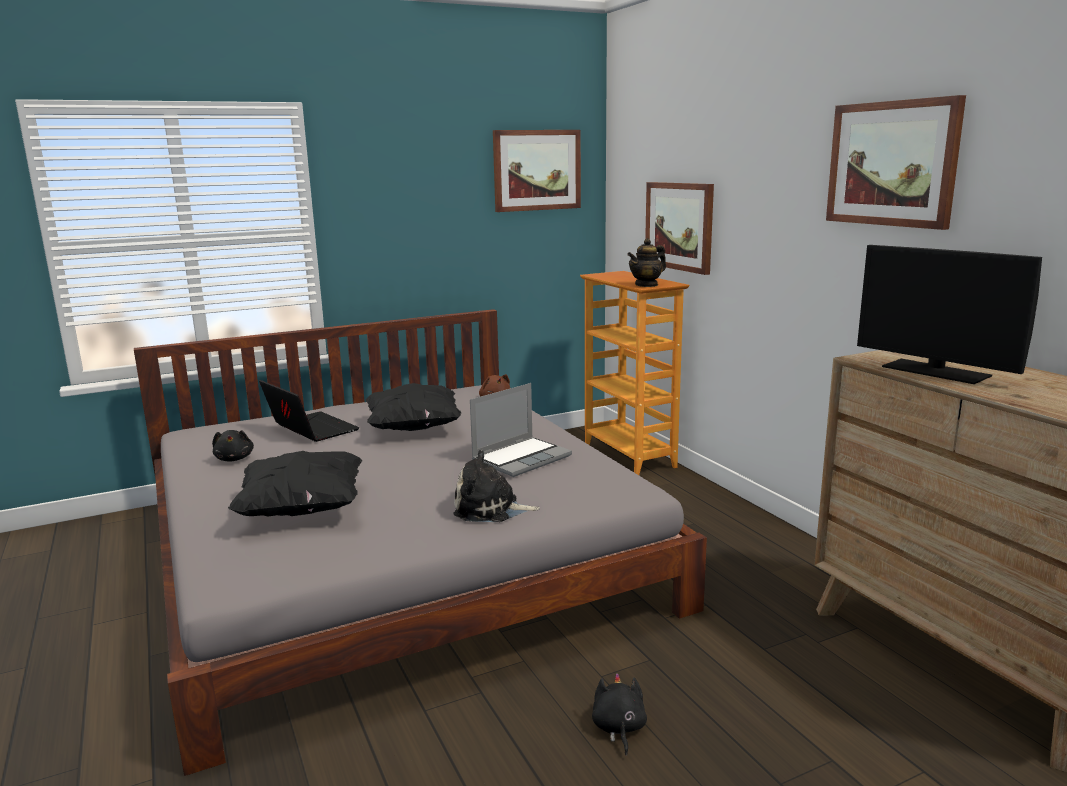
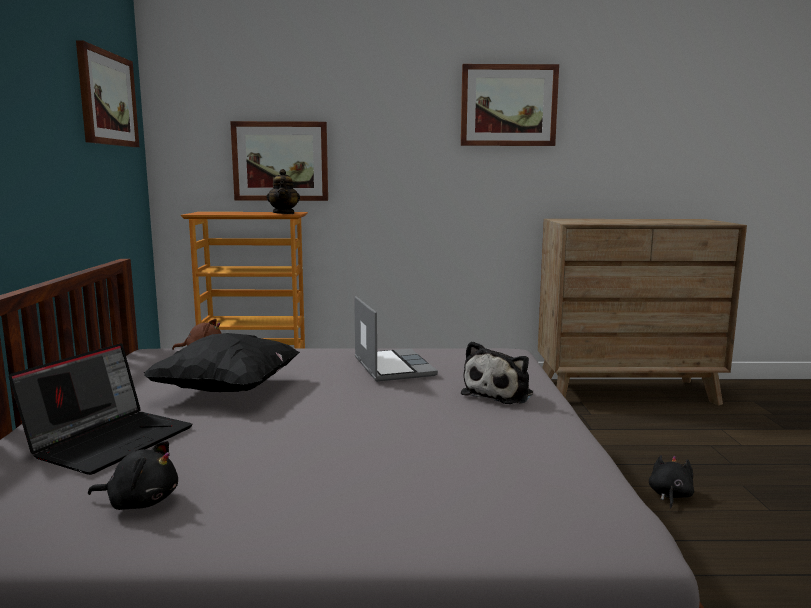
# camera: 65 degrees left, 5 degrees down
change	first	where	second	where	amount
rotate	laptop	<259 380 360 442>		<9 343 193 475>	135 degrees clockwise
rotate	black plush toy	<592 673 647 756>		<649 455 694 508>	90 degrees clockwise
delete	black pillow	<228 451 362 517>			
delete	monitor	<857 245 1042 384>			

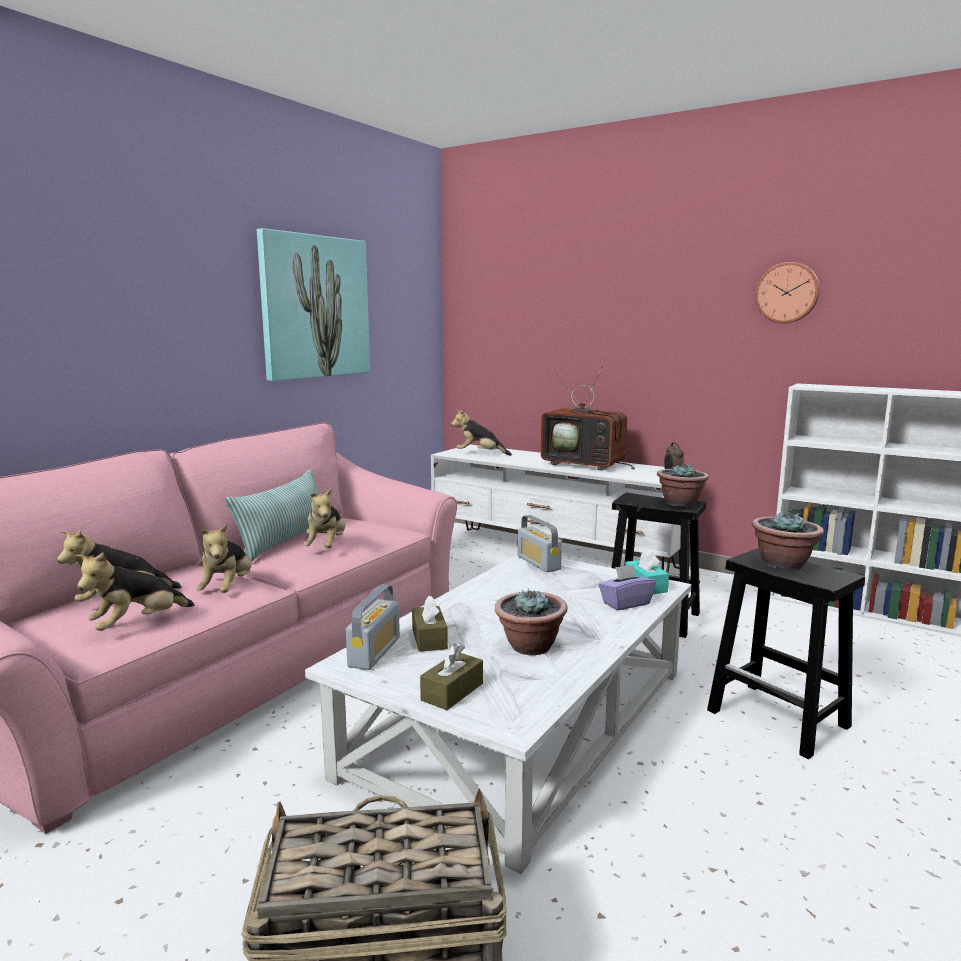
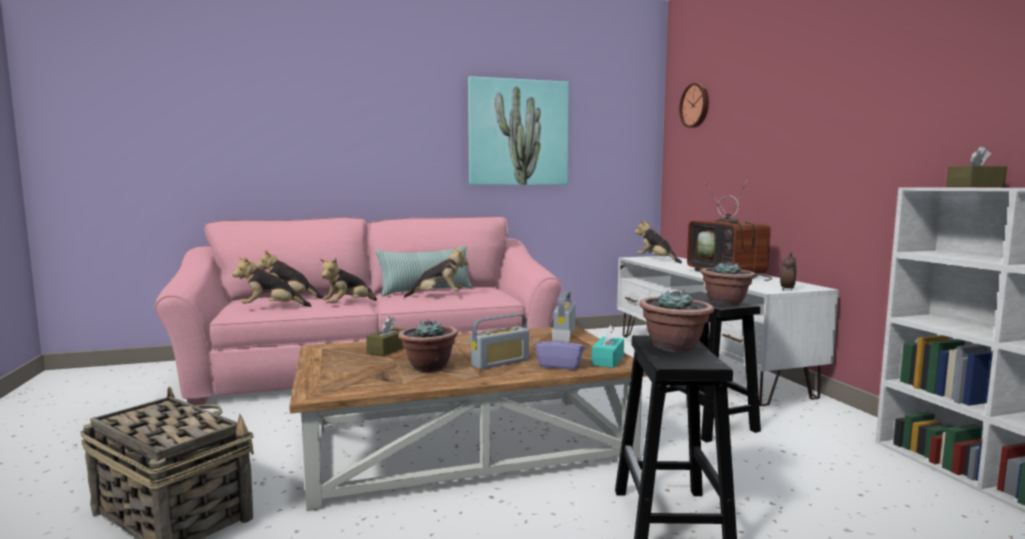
# camera: 40 degrees right, 5 degrees down
change	first	where	second	where	amount
recolor	white coffee table	<305 555 691 874>	brown coffee table	<289 325 647 511>	
rotate	plush toy	<304 488 345 548>		<404 247 468 297>	135 degrees counterclockwise
move	radio	<346 585 400 670>		<470 313 529 370>	
move	wall clock	<755 262 820 323>		<679 83 709 128>	
move	brown tissue box	<420 643 483 710>		<946 146 1007 187>	

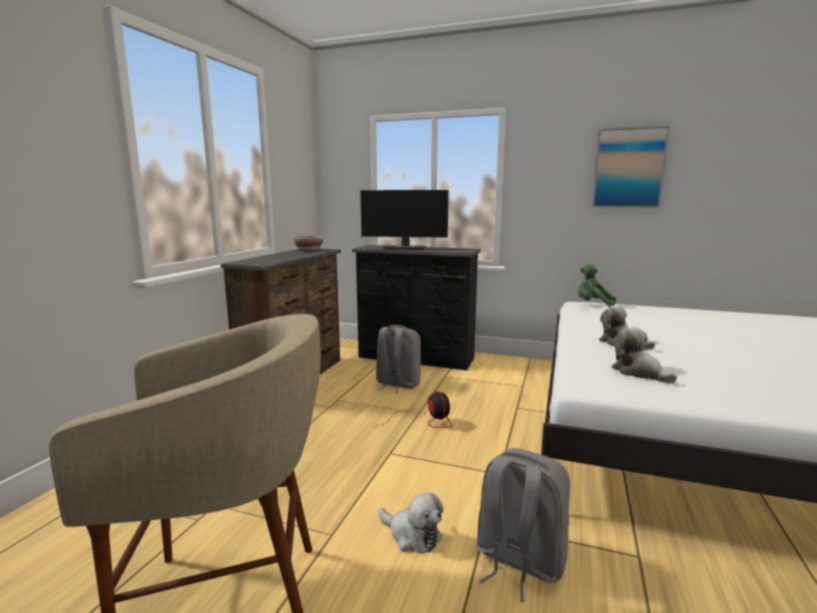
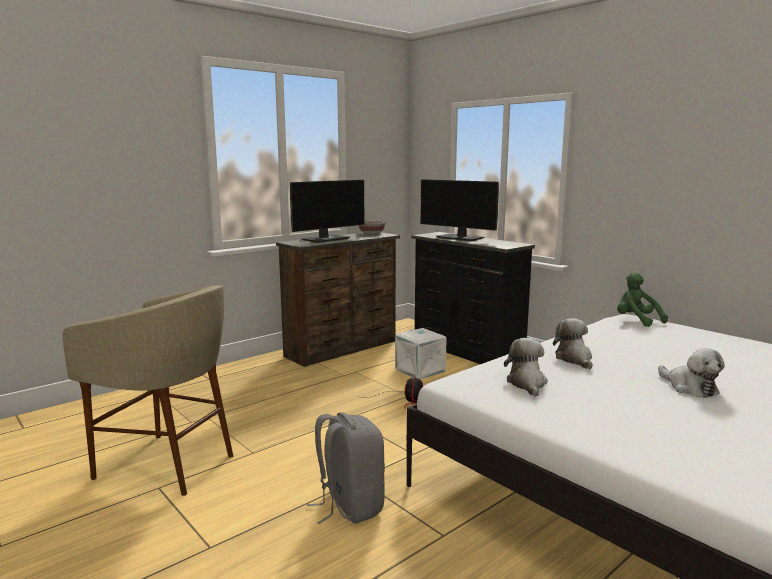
# camera: 30 degrees right, 0 degrees up
change	first	where	second	where	amount
insert			monitor	<290 180 365 243>	
replace	grey backpack	<376 325 421 394>	white storage box	<395 328 447 379>	
move	plush toy	<379 492 443 554>		<658 348 725 398>	
delete	picture	<592 126 670 208>			

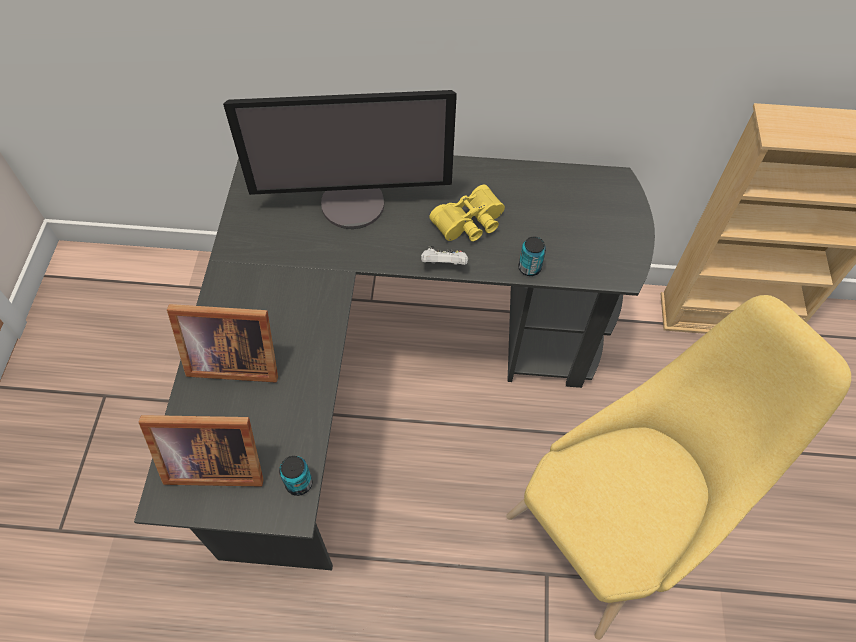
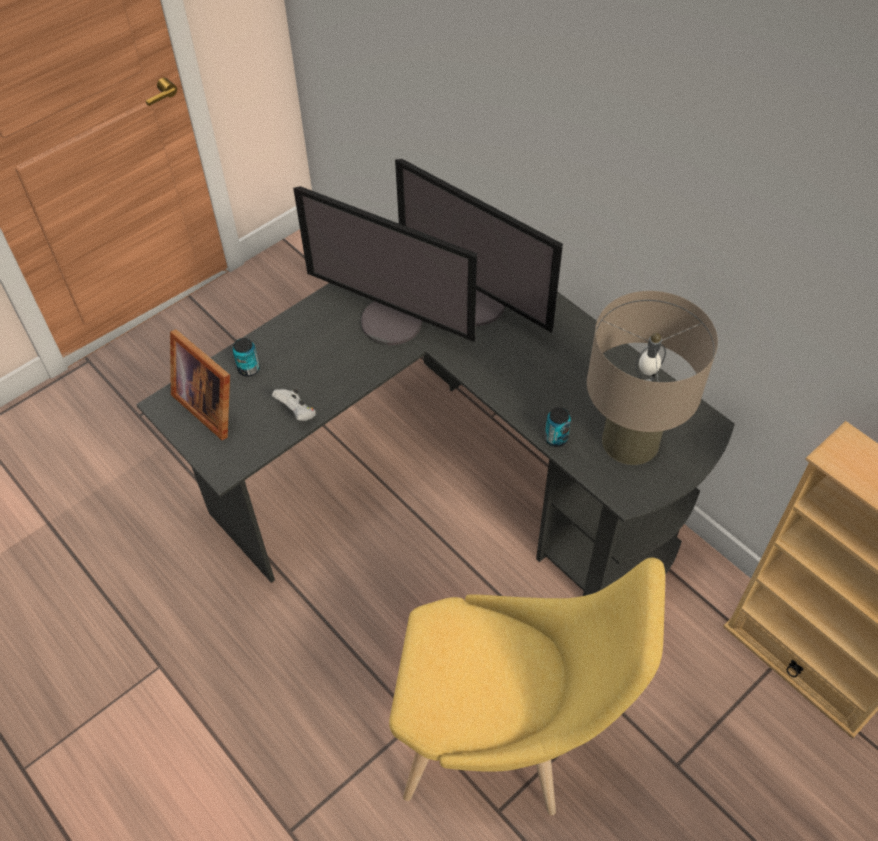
# camera: 45 degrees right, 5 degrees down
change	first	where	second	where	amount
move	can	<279 456 312 496>		<232 338 260 377>	
move	white game controller	<421 246 468 265>		<272 389 316 421>	
insert			monitor	<293 186 477 345>	
insert			beige table lamp	<587 291 718 465>	
delete	picture frame	<167 304 278 383>			
delete	yellow binoculars	<429 185 505 241>			

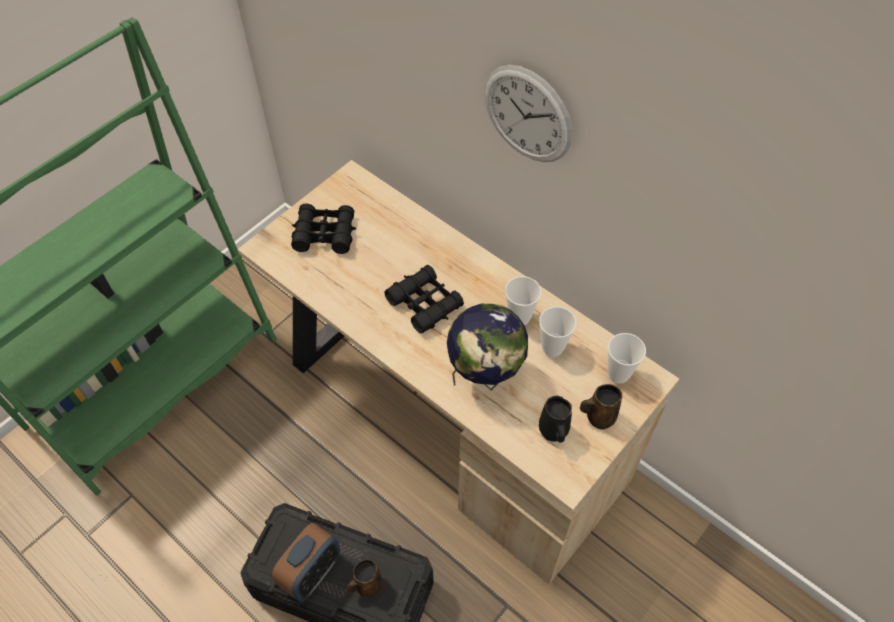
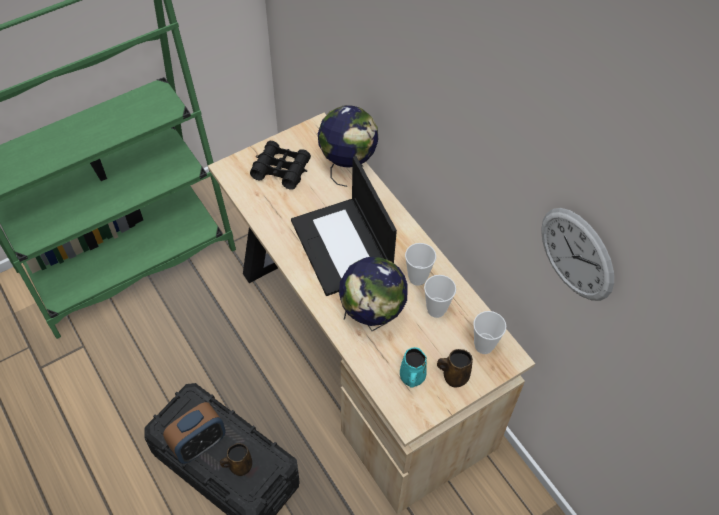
# camera: 15 degrees right, 0 degrees up
change	first	where	second	where	amount
replace	black binoculars	<385 265 464 333>	laptop	<291 156 397 296>	
insert			globe	<318 105 378 187>	
recolor	black mug	<539 396 572 443>	turquoise mug	<400 347 427 387>	
move	wall clock	<484 65 572 162>		<541 208 614 301>	

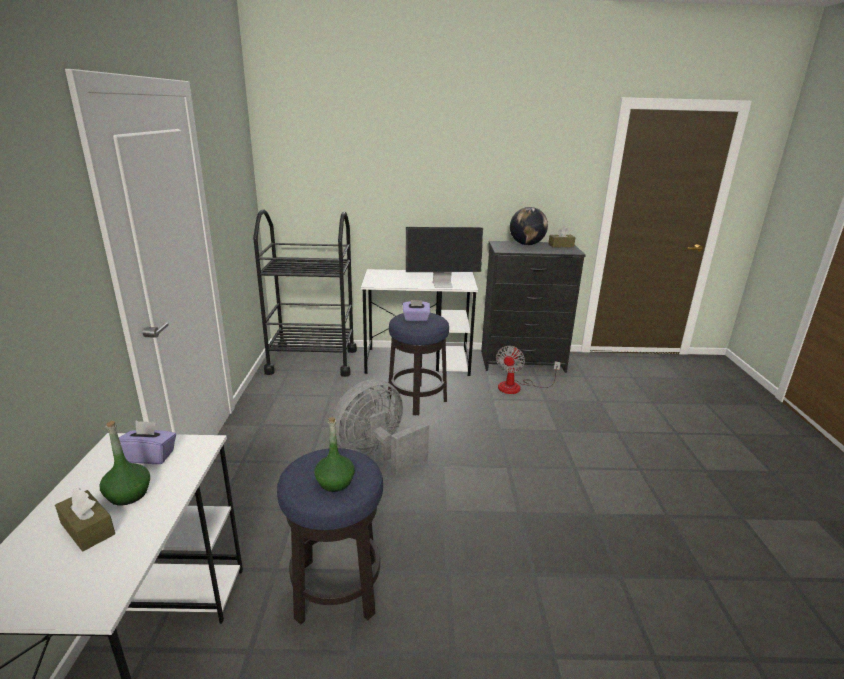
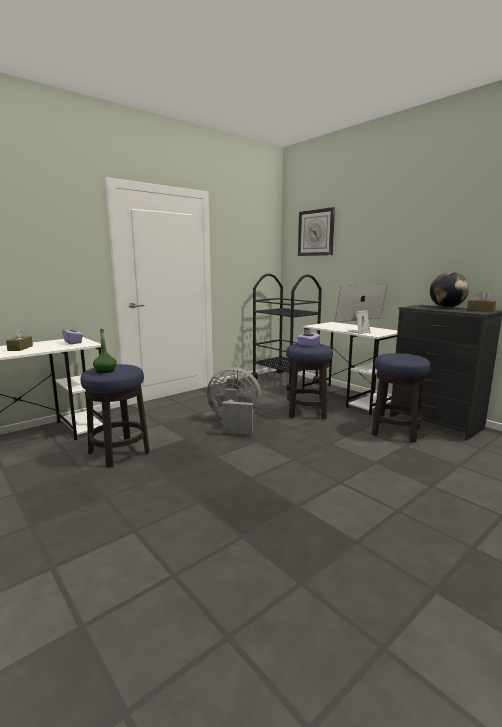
# camera: 50 degrees right, 10 degrees down
change	first	where	second	where	amount
insert			wall clock	<298 207 335 256>	
rotate	monitor	<406 227 483 288>		<335 284 387 334>	105 degrees clockwise
replace	fan	<496 346 561 394>	stool	<372 353 431 443>	
delete	green bottle	<100 421 150 506>			

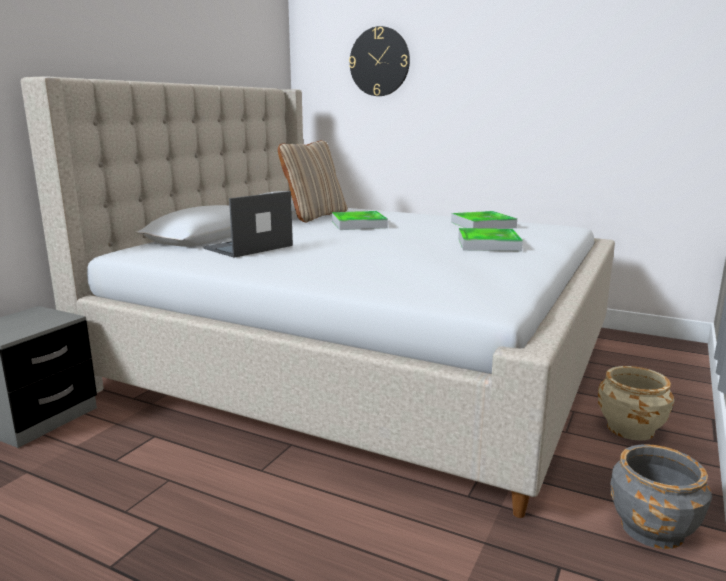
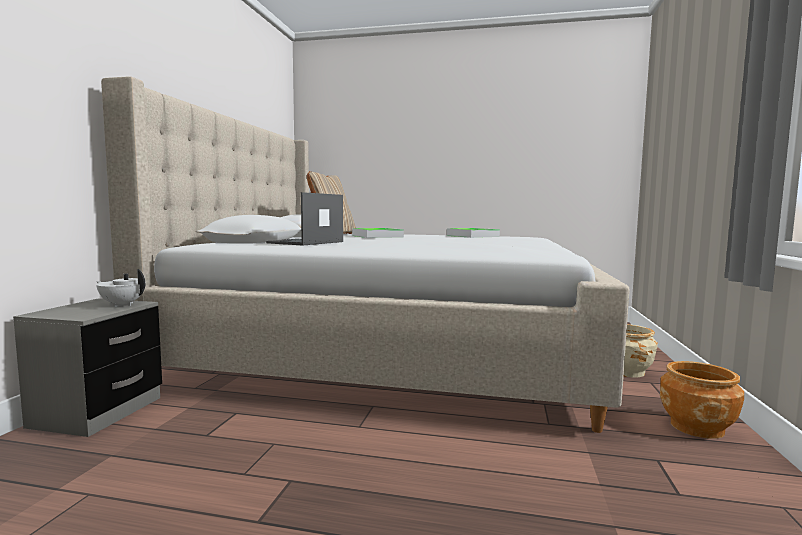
# camera: 15 degrees left, 10 degrees down
change	first	where	second	where	amount
insert			white teapot	<96 269 146 307>	
recolor	grey planter	<610 444 712 549>	brown planter	<660 361 744 439>	
delete	wall clock	<349 26 410 96>			
delete	tray	<458 228 523 252>			

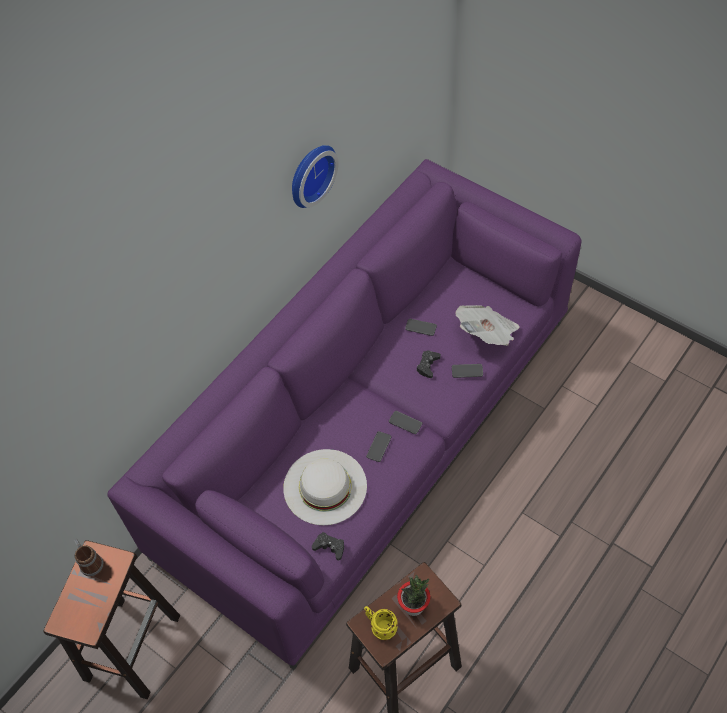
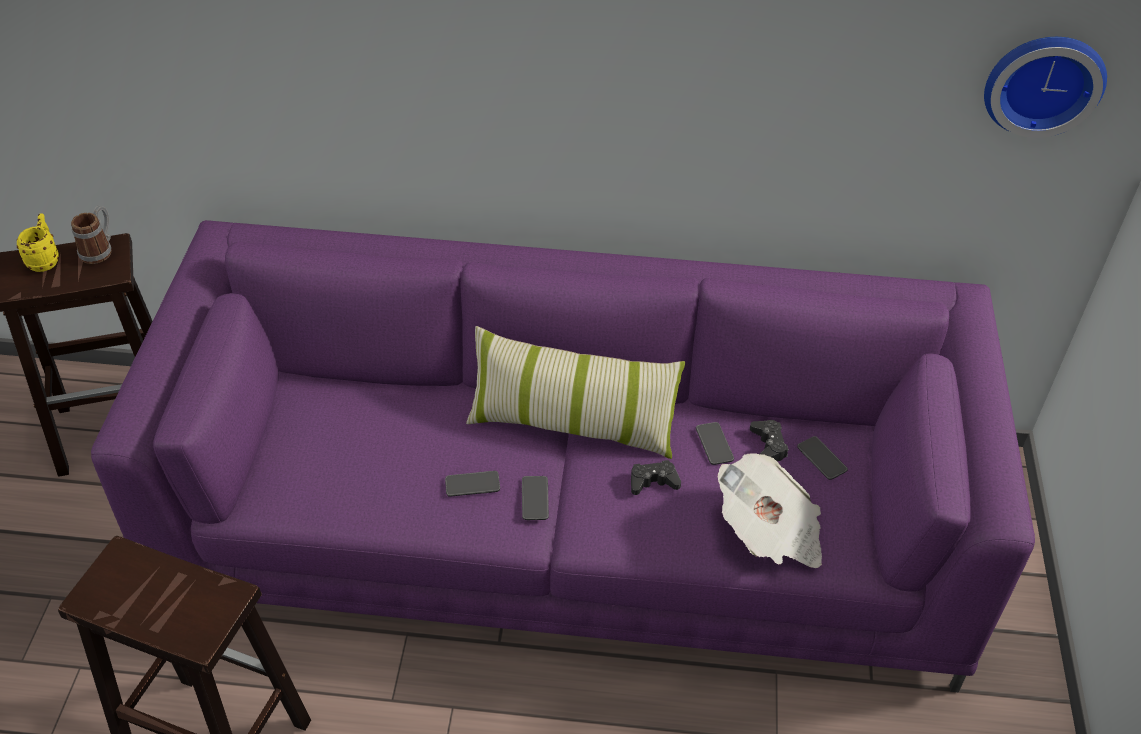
# camera: 55 degrees right, 10 degrees down
change	first	where	second	where	amount
move	yellow mug	<364 606 398 641>		<17 213 59 272>	
insert			pillow	<466 326 685 459>	
move	black game controller	<312 532 344 560>		<750 420 789 461>	
move	phone	<452 364 483 378>		<797 436 848 480>	
move	wall clock	<292 145 339 208>		<984 37 1107 138>	
delete	white hat	<283 449 367 525>			
delete	potted plant	<397 575 430 616>			

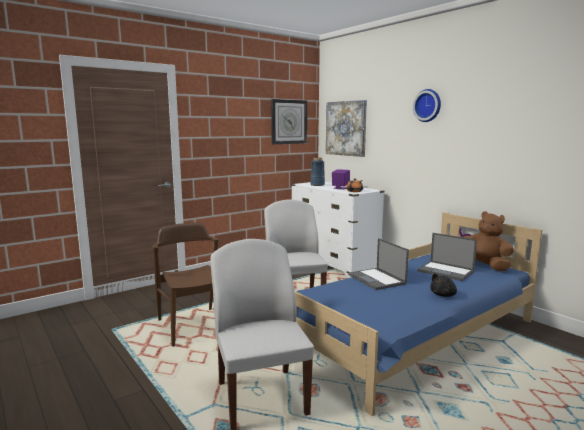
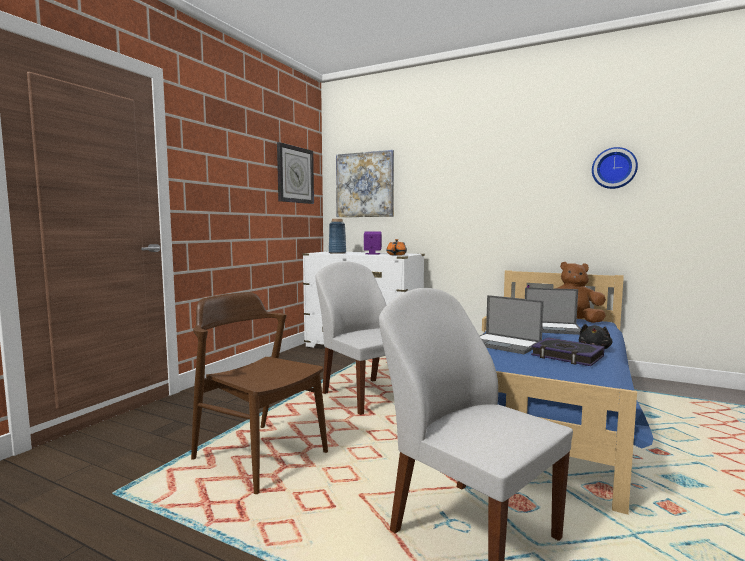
# camera: 25 degrees left, 5 degrees down
change	first	where	second	where	amount
insert			book	<531 337 604 366>	
move	wall clock	<413 89 441 122>		<592 147 638 189>	

